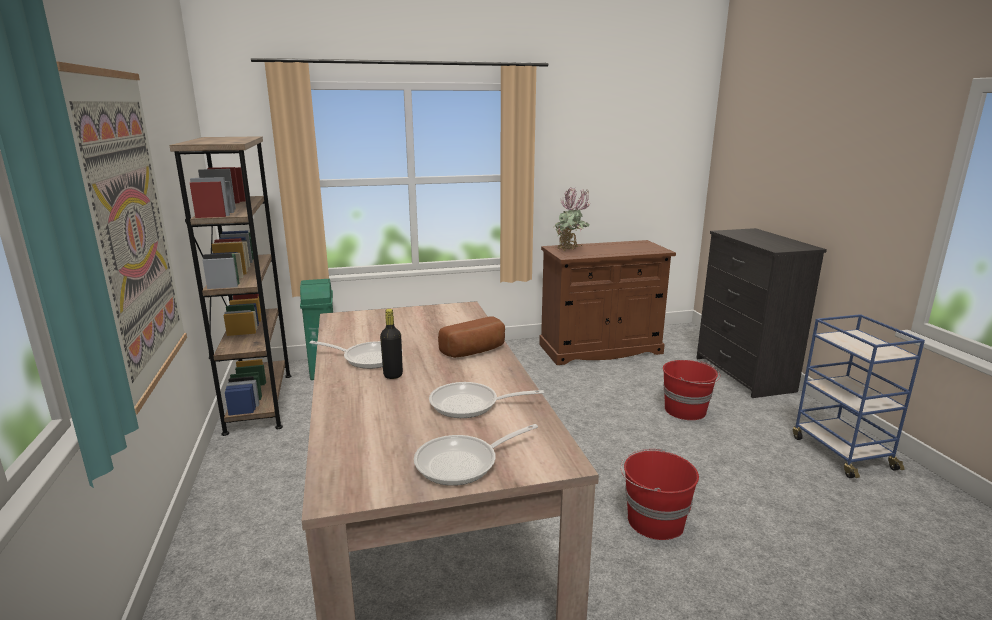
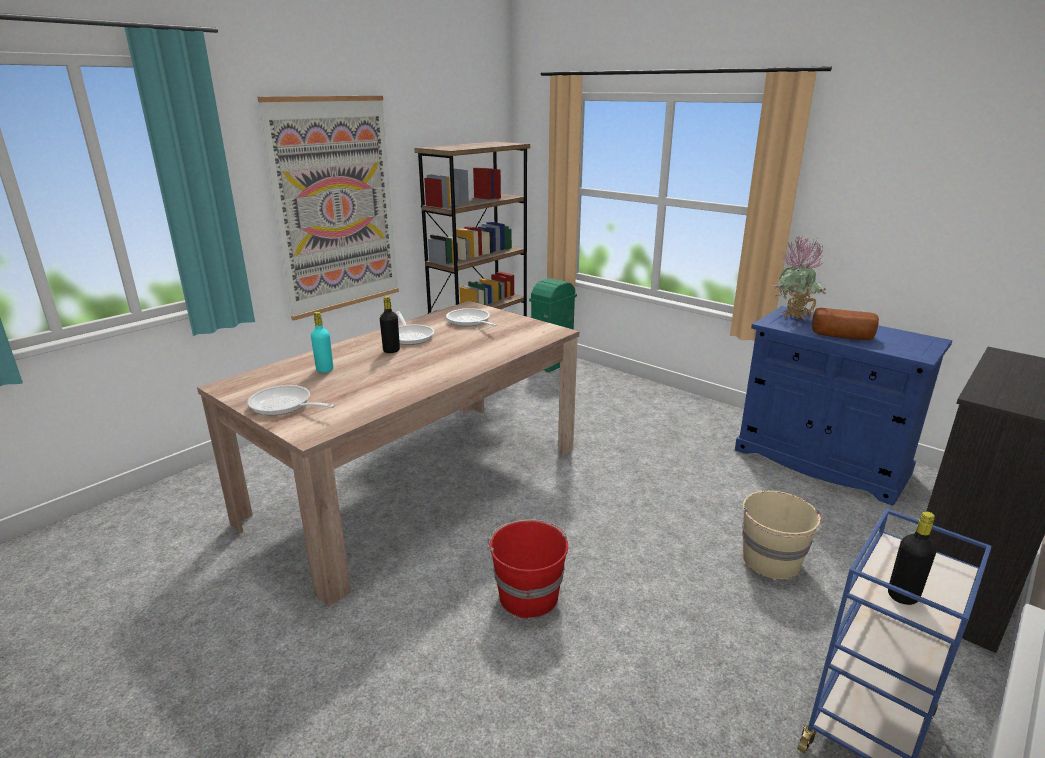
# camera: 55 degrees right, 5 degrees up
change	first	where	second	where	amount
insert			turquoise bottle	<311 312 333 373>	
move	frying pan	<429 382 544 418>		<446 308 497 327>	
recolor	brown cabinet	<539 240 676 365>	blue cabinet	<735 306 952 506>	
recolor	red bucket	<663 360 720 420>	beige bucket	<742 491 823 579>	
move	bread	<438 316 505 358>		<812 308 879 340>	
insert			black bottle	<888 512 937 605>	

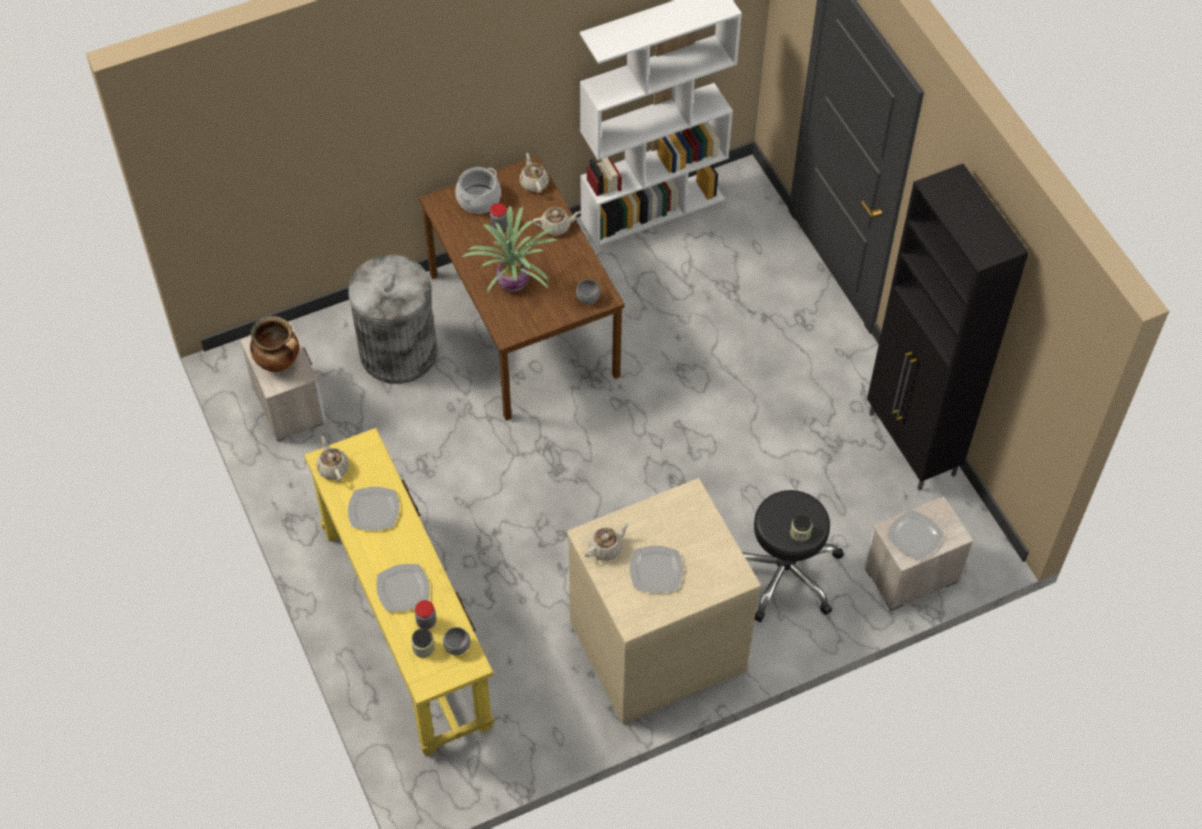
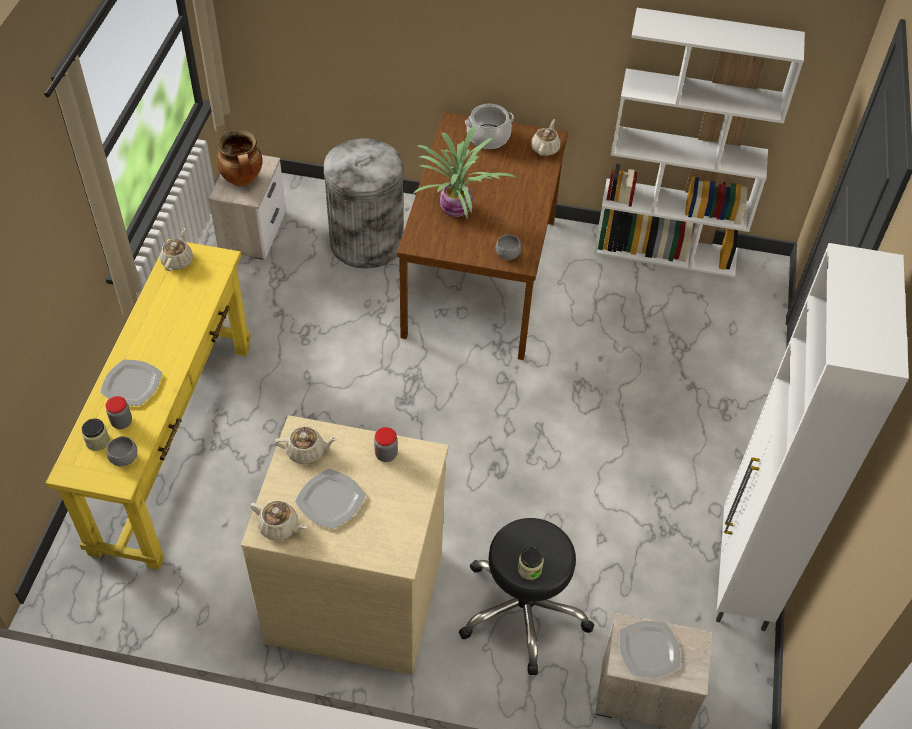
# camera: 35 degrees right, 5 degrees down
change	first	where	second	where	amount
move	beige teapot	<533 207 581 235>		<250 501 307 541>	
move	jar	<490 203 507 230>		<374 427 398 462>	
recolor	black cabinet	<867 164 1029 491>	white cabinet	<716 243 909 631>	
delete	plate	<348 487 400 531>			

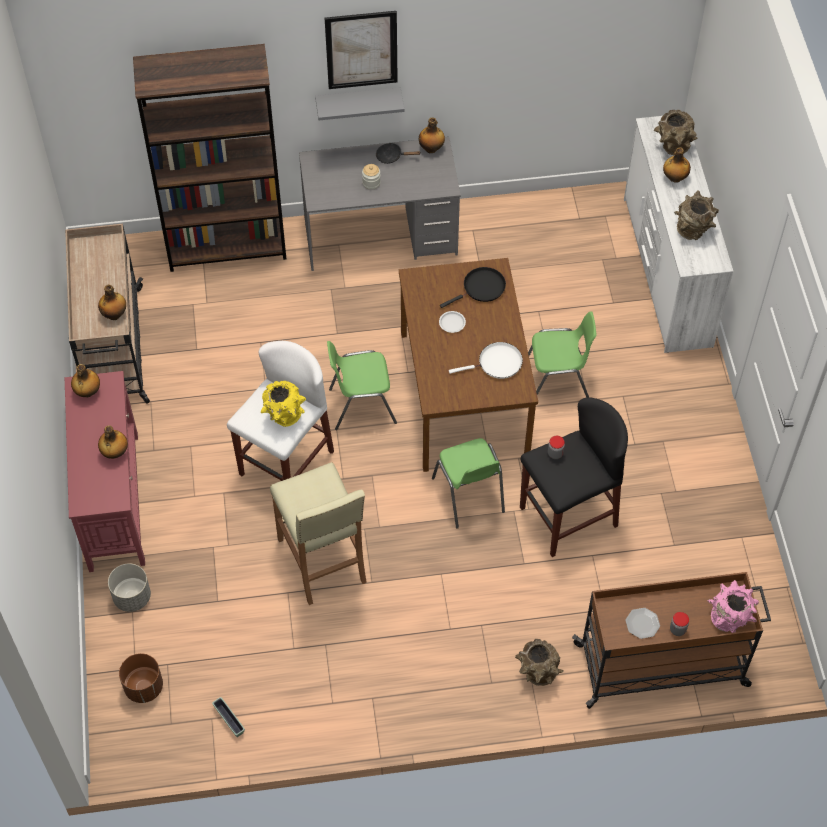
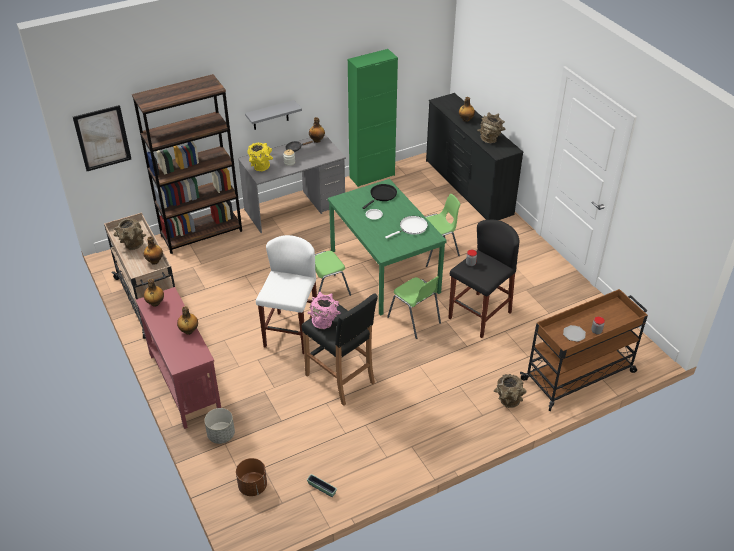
# camera: 20 degrees left, 15 degrees down
change	first	where	second	where	amount
move	picture	<325 11 398 89>		<73 105 131 171>	
move	brown vase	<654 110 697 155>		<113 218 146 250>	
move	yellow vase	<261 381 306 427>		<247 143 273 172>	
recolor	beige stool	<270 462 367 605>	black stool	<301 293 378 406>	
move	pink vase	<708 580 759 633>		<307 292 340 329>	
recolor	brown dining table	<399 258 538 472>	green dining table	<328 179 447 316>	
insert			green cabinet	<348 49 398 187>	
recolor	white dresser	<624 116 733 353>	black dresser	<426 93 523 220>	

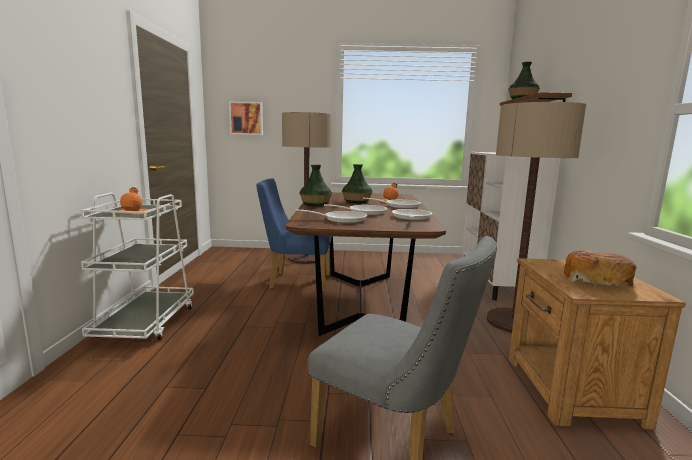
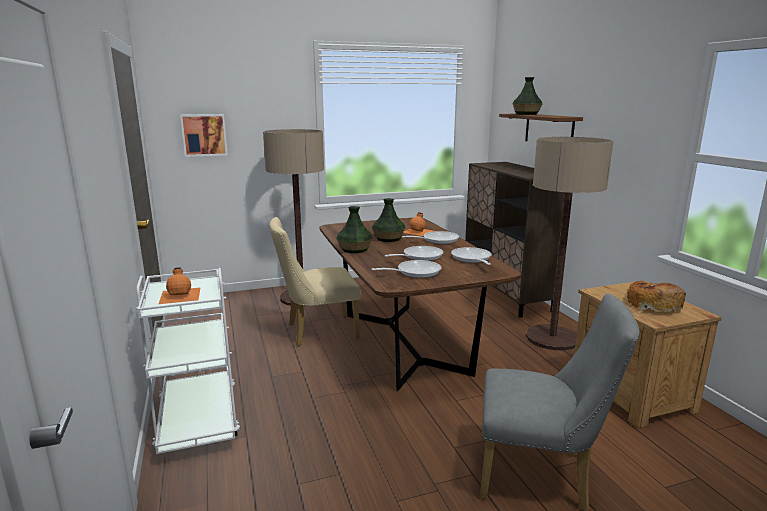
# camera: 20 degrees left, 5 degrees up
change	first	where	second	where	amount
recolor	blue chair	<256 178 331 292>	beige chair	<270 217 361 346>	
recolor	white cabinet	<462 152 560 300>	brown cabinet	<465 162 573 318>	

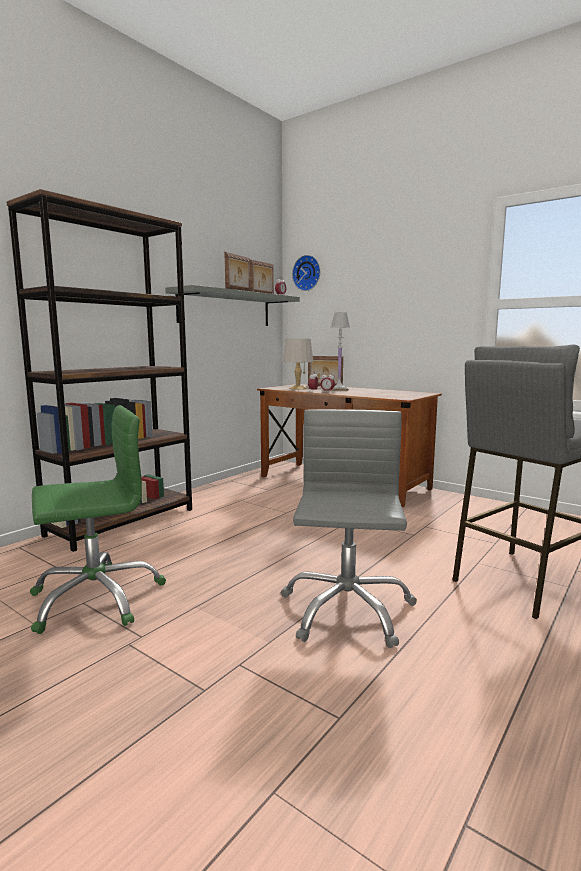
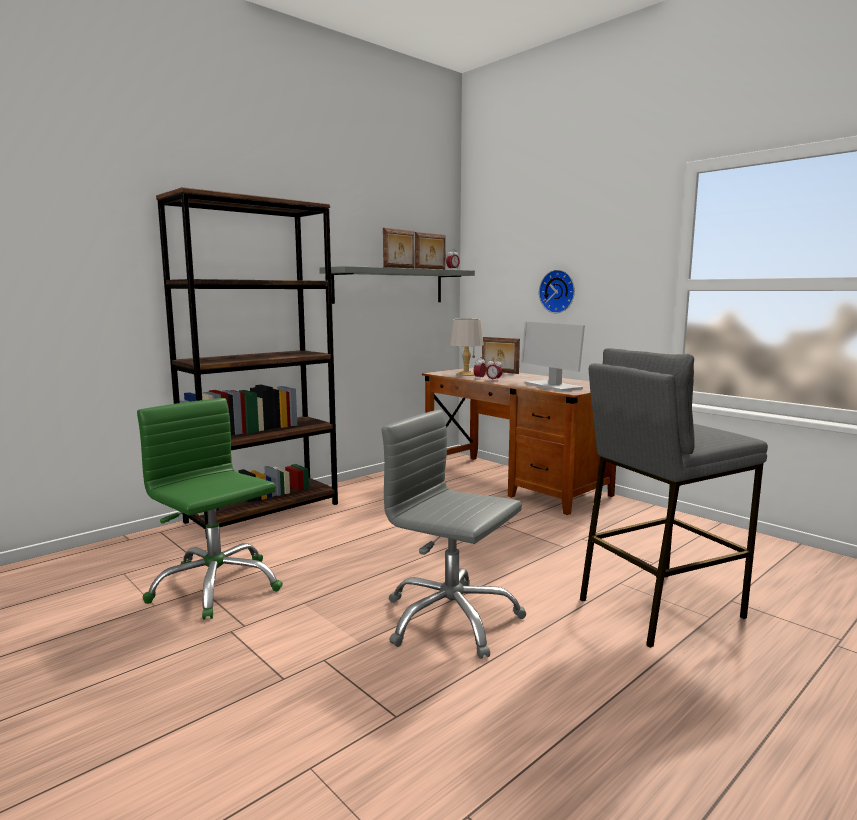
# camera: 10 degrees right, 0 degrees up
change	first	where	second	where	amount
rotate	green office chair	<30 405 166 634>		<137 398 283 620>	120 degrees counterclockwise
rotate	grey office chair	<281 409 417 648>		<382 410 526 659>	75 degrees counterclockwise
insert			monitor	<521 322 585 391>	
move	wall clock	<292 255 320 291>		<539 270 575 313>	
delete	white table lamp	<331 312 350 391>			

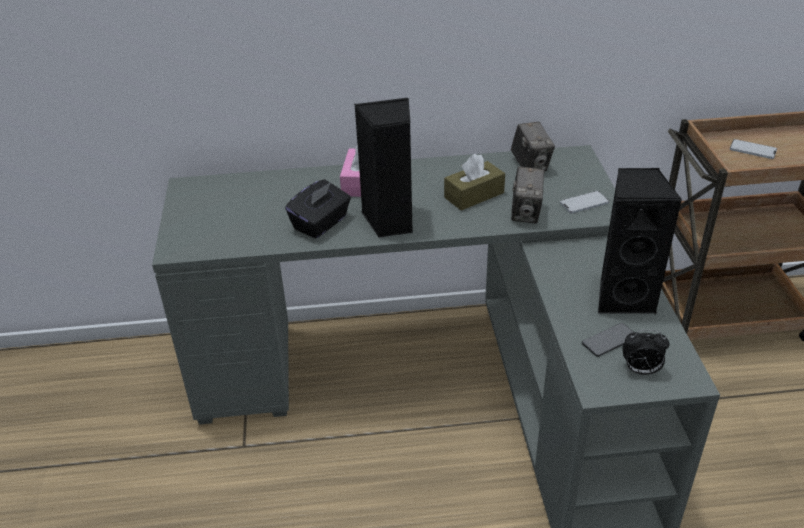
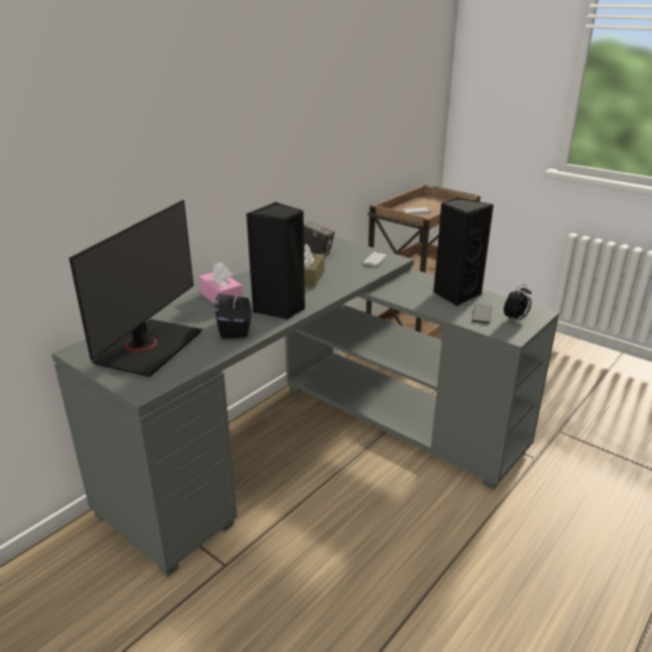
# camera: 45 degrees left, 10 degrees down
change	first	where	second	where	amount
insert			monitor	<69 200 202 377>	
delete	photo camera	<511 166 545 223>			

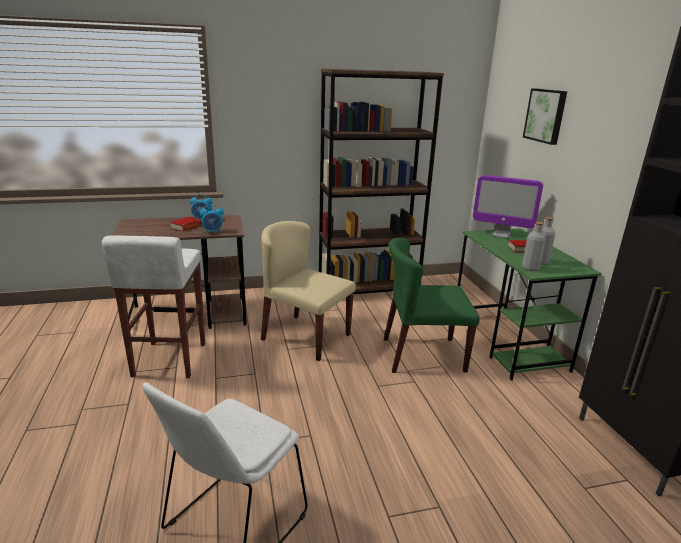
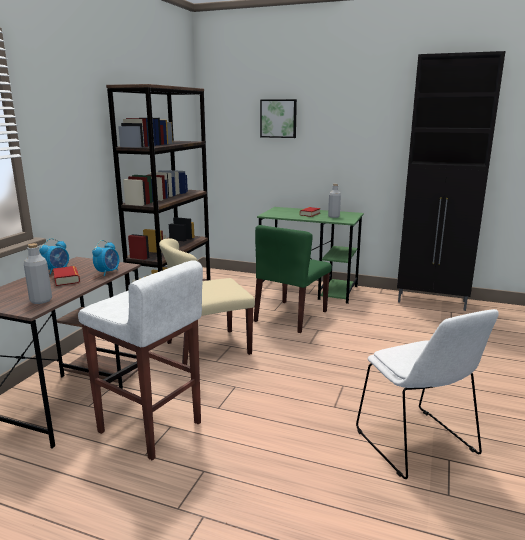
# camera: 55 degrees left, 5 degrees down
change	first	where	second	where	amount
move	grey bottle	<522 222 546 271>		<24 243 52 304>	
delete	monitor	<473 175 543 238>			

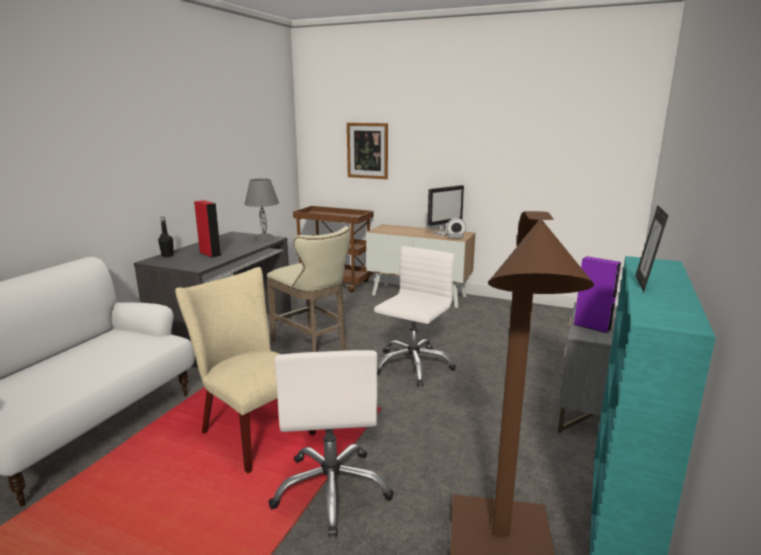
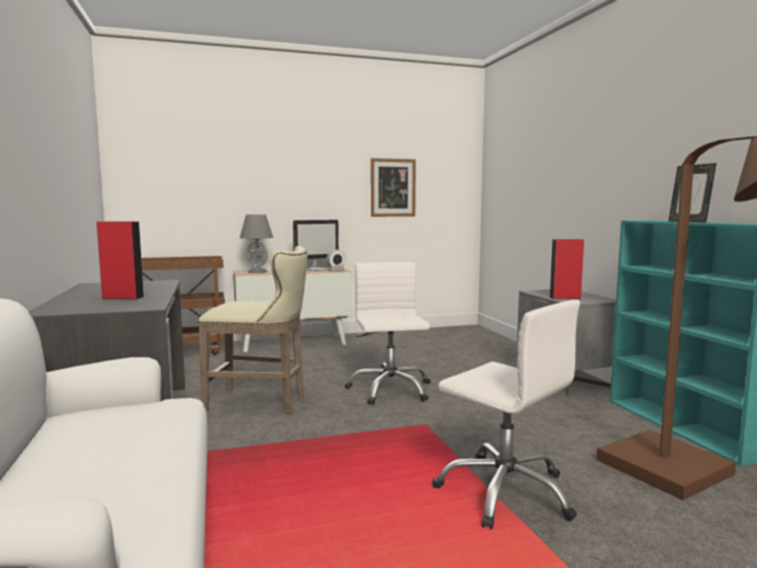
# camera: 40 degrees left, 10 degrees down
change	first	where	second	where	amount
move	grey table lamp	<245 178 279 241>		<240 214 273 273>	
rotate	monitor	<428 185 464 236>		<293 220 339 271>	45 degrees clockwise
move	picture	<347 123 388 179>		<371 158 416 217>	
recolor	purple speaker	<573 256 621 333>	red speaker	<549 239 584 299>	
delete	black bottle	<158 216 174 257>			
delete	beige chair	<175 267 316 473>			

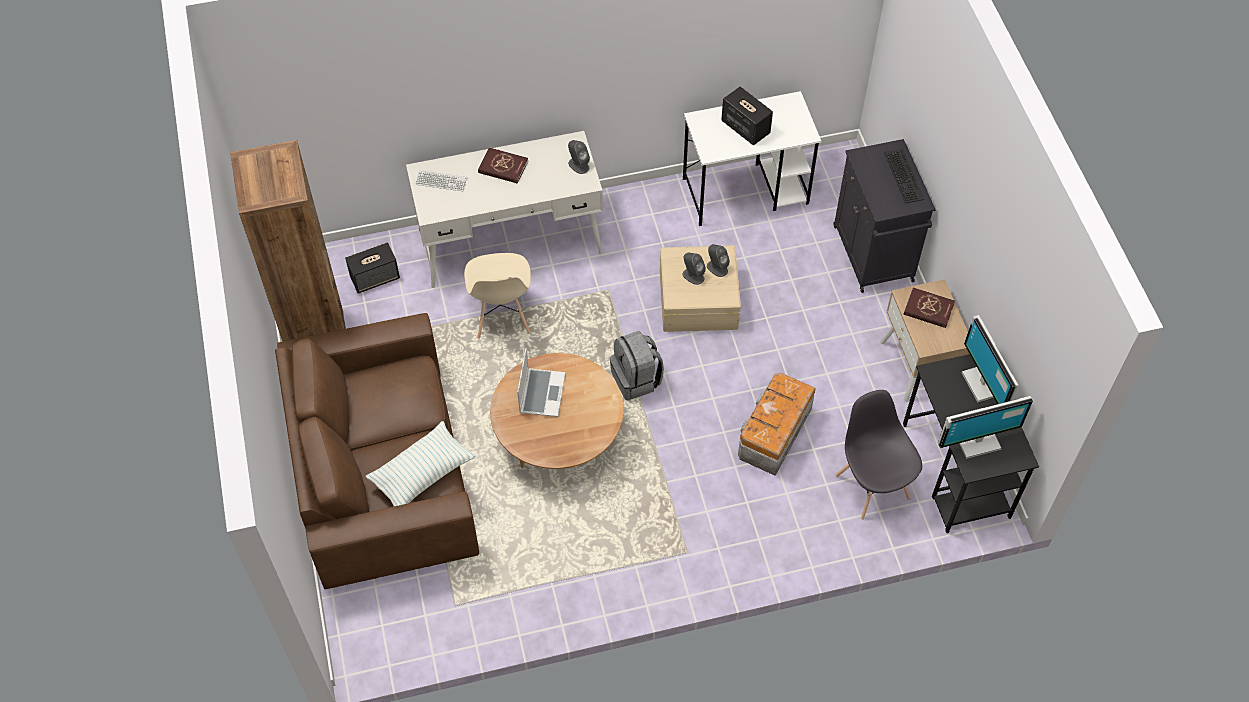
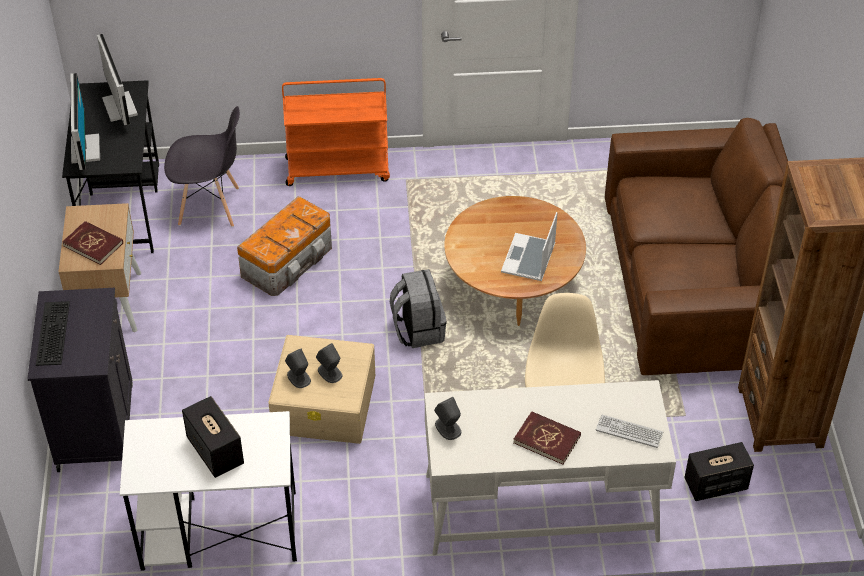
# camera: 170 degrees left, 10 degrees down
change	first	where	second	where	amount
rotate	monitor	<938 396 1033 459>		<97 34 138 126>	75 degrees clockwise
rotate	grey chair	<835 390 922 520>		<164 106 240 227>	75 degrees counterclockwise
insert			orange cart	<282 78 390 186>	
delete	pillow	<366 421 476 506>			

